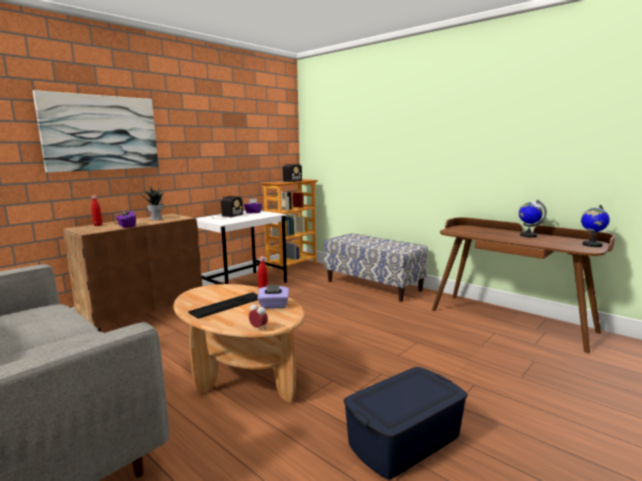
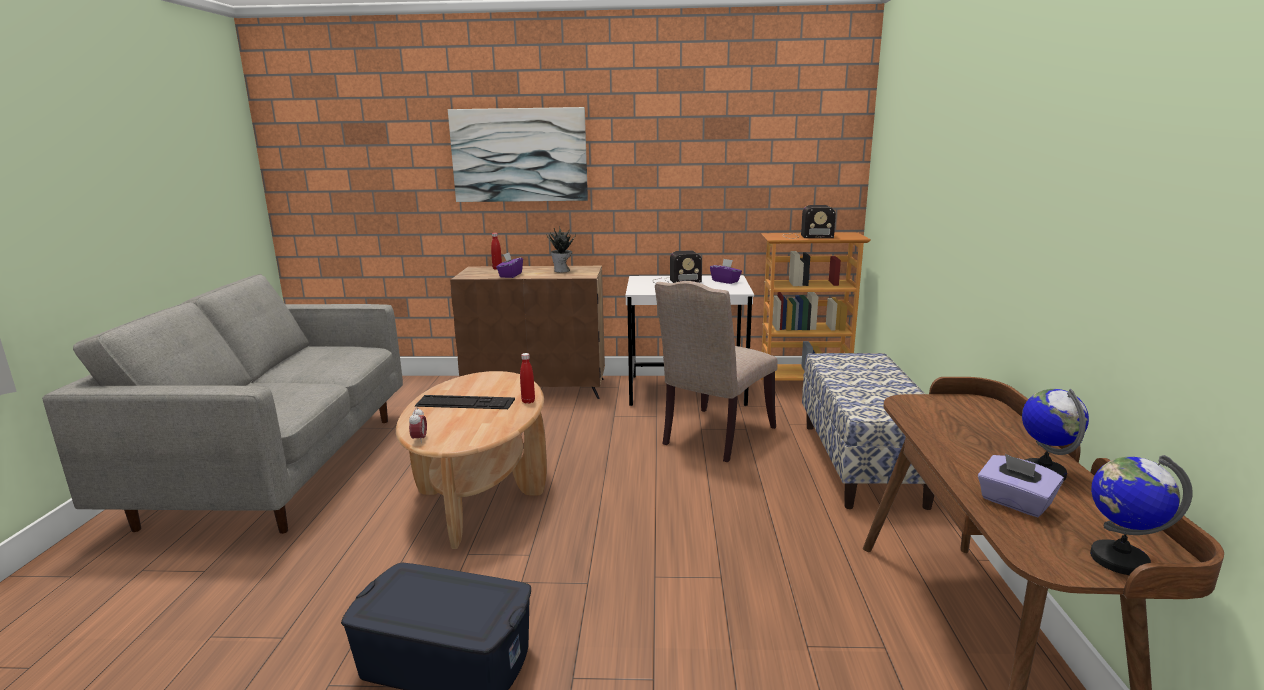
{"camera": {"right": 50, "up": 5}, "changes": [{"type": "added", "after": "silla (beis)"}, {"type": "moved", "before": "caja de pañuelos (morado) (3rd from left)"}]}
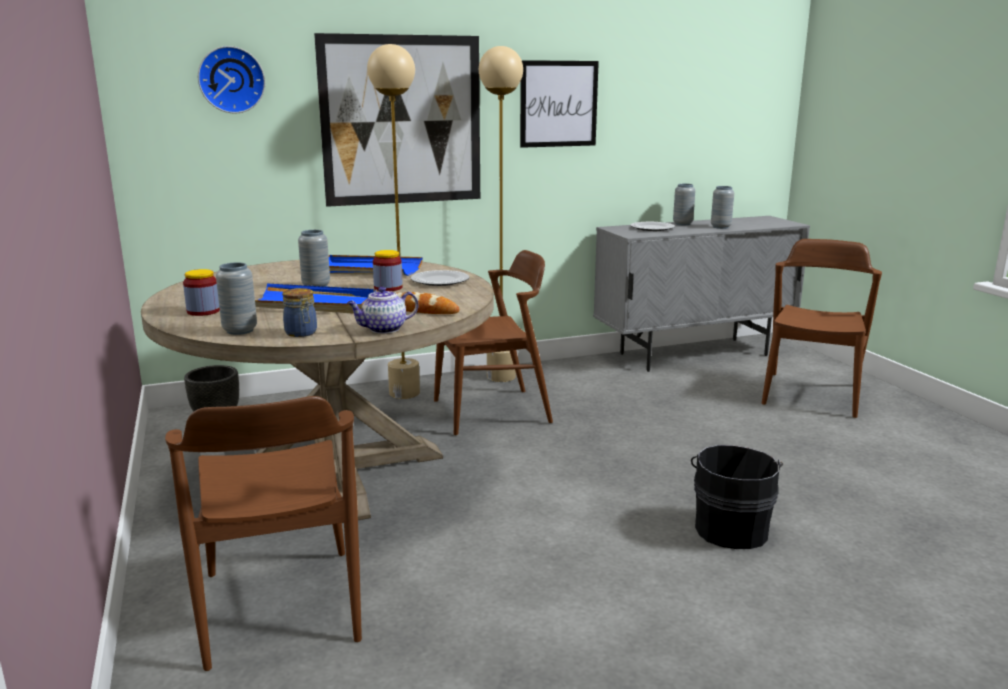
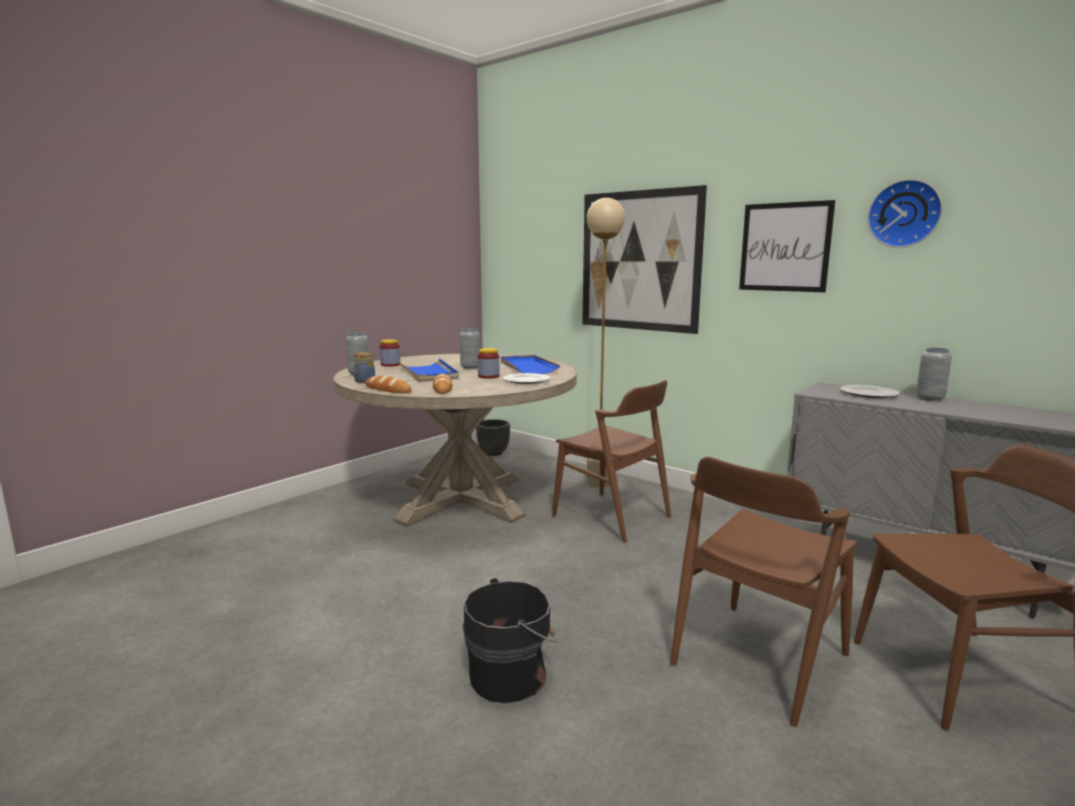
{"camera": {"right": 60, "up": -5}, "changes": [{"type": "removed", "before": "lámpara de pie (beis) (2nd from left)"}, {"type": "removed", "before": "florero (gris) (4th from left)"}, {"type": "moved", "before": "silla (marrón) (1st from left in the first image)", "after": "silla (marrón) (2nd from left)"}, {"type": "moved", "before": "reloj de pared"}, {"type": "replaced", "before": "tetera", "after": "pan (1st from left)"}]}
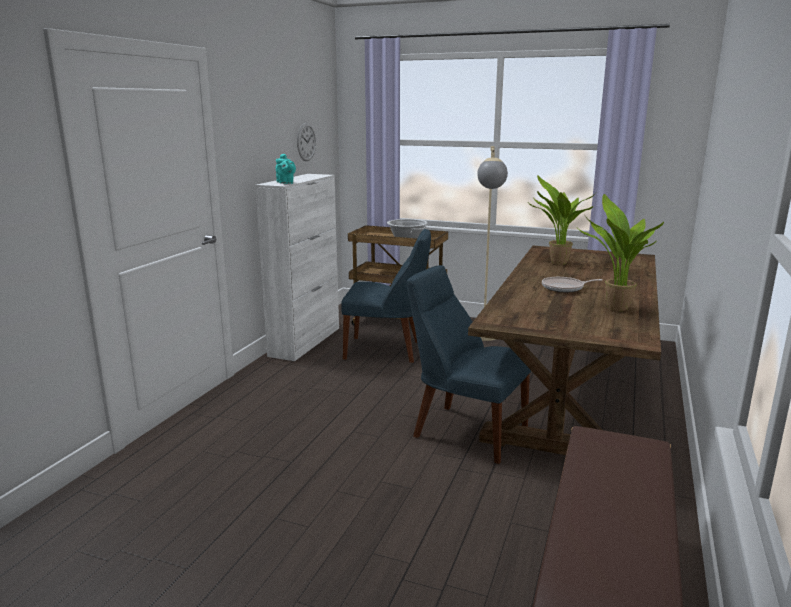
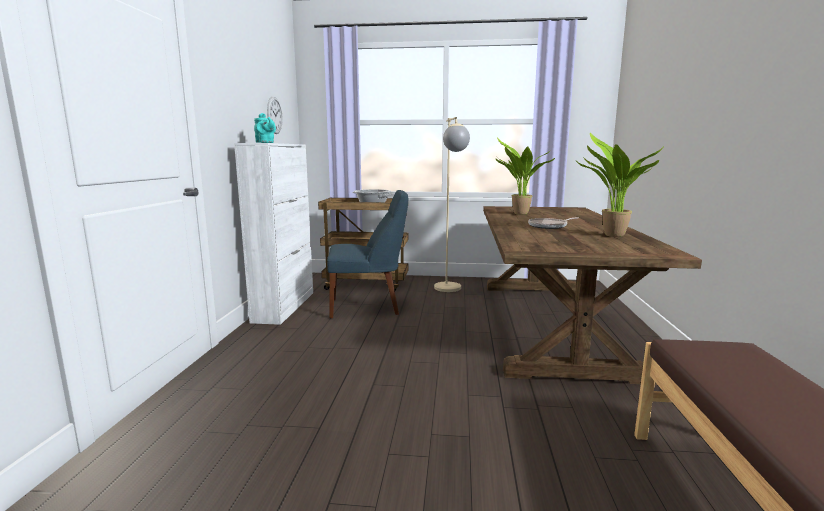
{"camera": {"right": -15, "up": -5}, "changes": [{"type": "removed", "before": "silla (azul) (2nd from left)"}]}
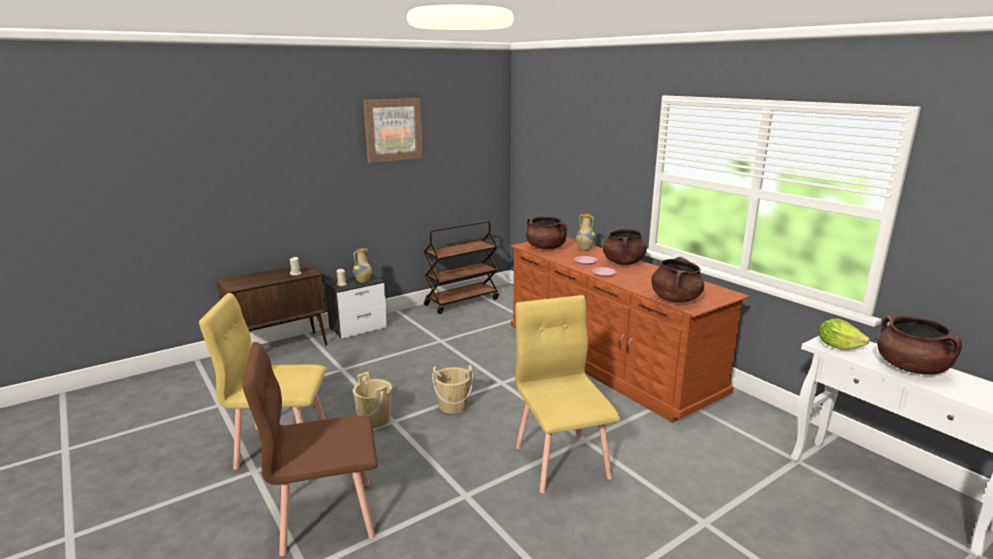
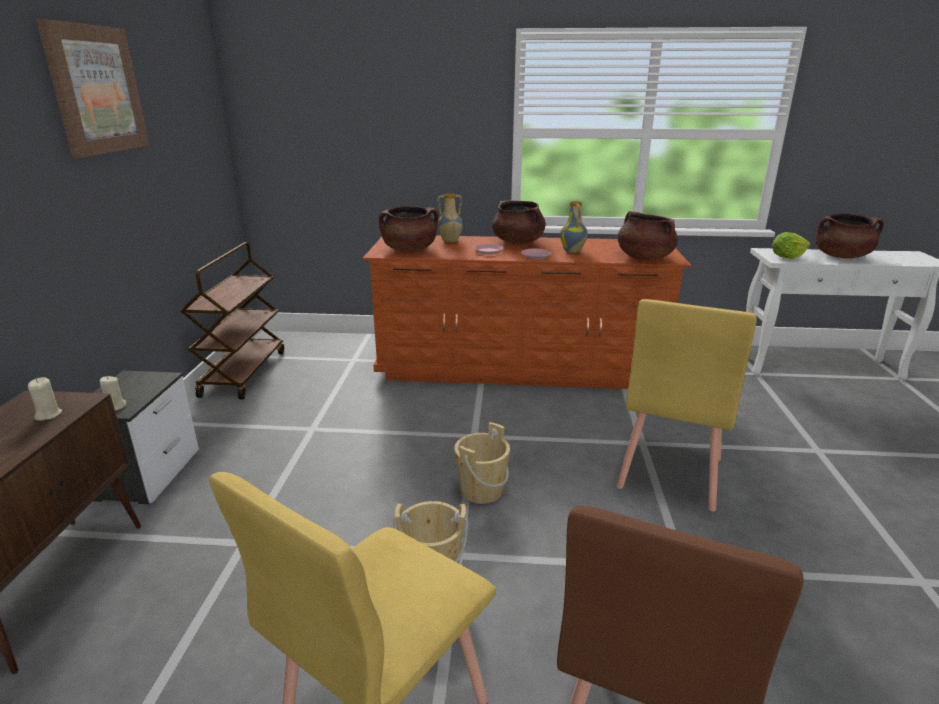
{"camera": {"right": -50, "up": 5}, "changes": [{"type": "moved", "before": "florero (1st from left in the first image)", "after": "florero (2nd from left)"}, {"type": "turned", "before": "silla (amarillo) (2nd from left)", "turn": -90}]}
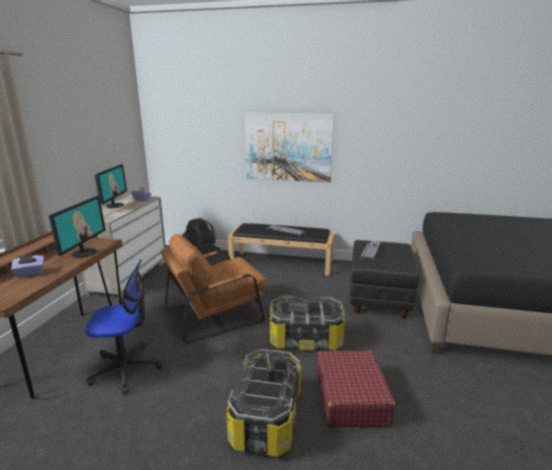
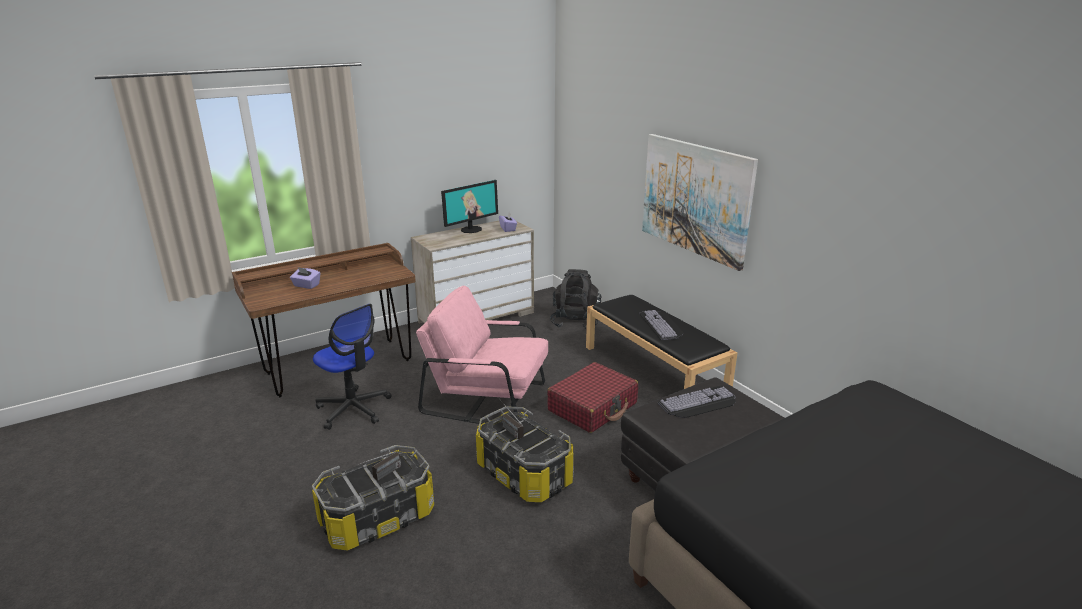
{"camera": {"right": 45, "up": 5}, "changes": [{"type": "removed", "before": "monitor (1st from left)"}, {"type": "moved", "before": "maleta (rojo)"}, {"type": "recoloured", "before": "sillón (marrón)", "after": "sillón (rosa)"}]}
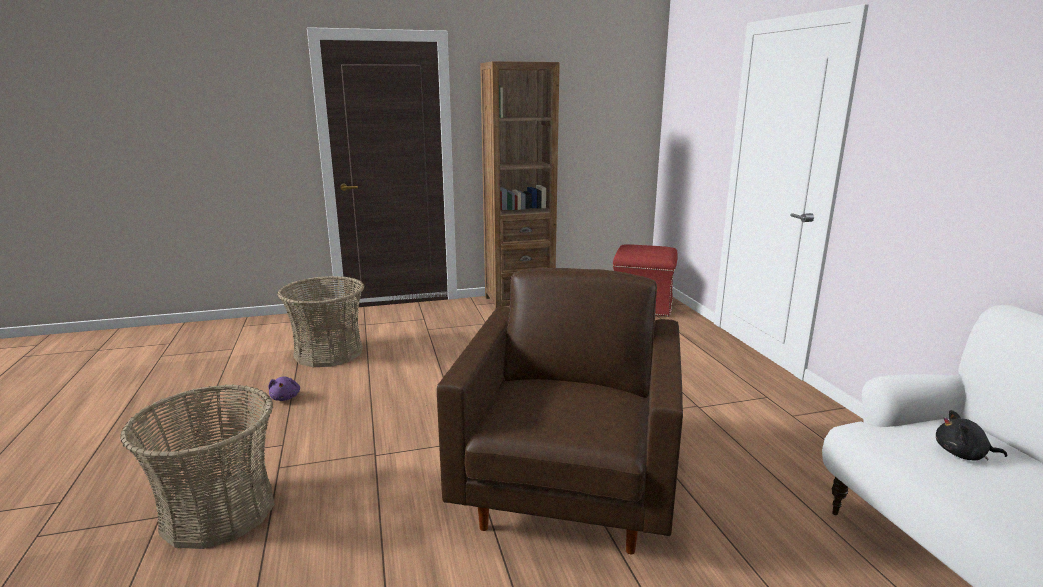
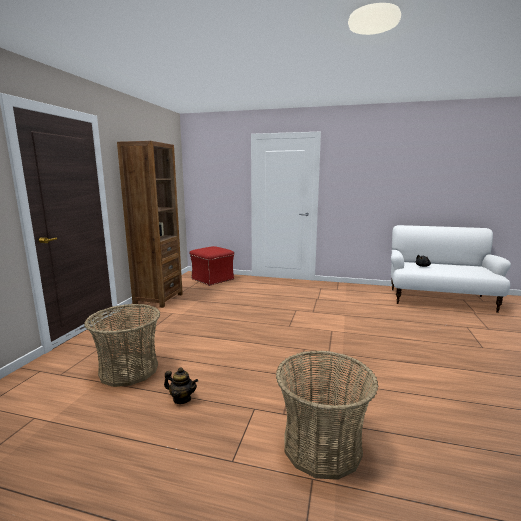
{"camera": {"right": -60, "up": -5}, "changes": [{"type": "removed", "before": "sillón (marrón)"}, {"type": "replaced", "before": "peluche (morado)", "after": "tetera"}]}
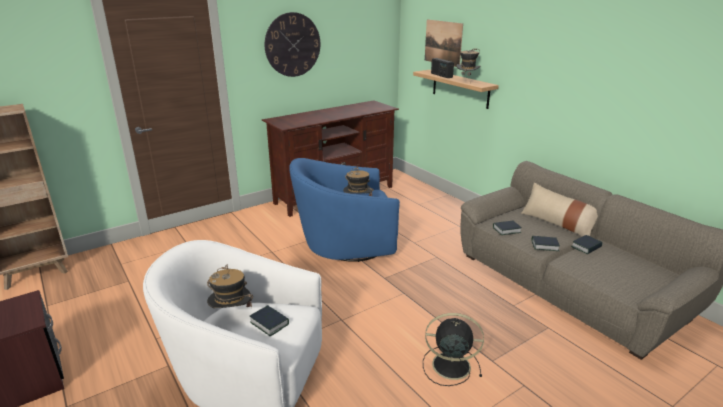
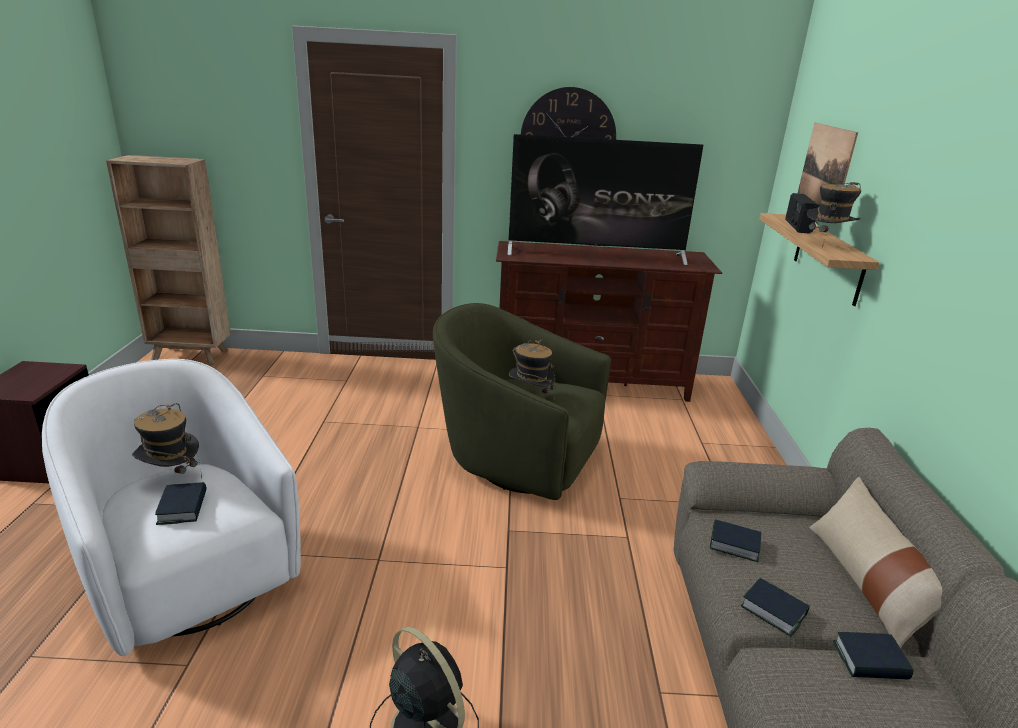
{"camera": {"right": 35, "up": 0}, "changes": [{"type": "added", "after": "televisor"}, {"type": "recoloured", "before": "sillón (azul)", "after": "sillón (verde)"}]}
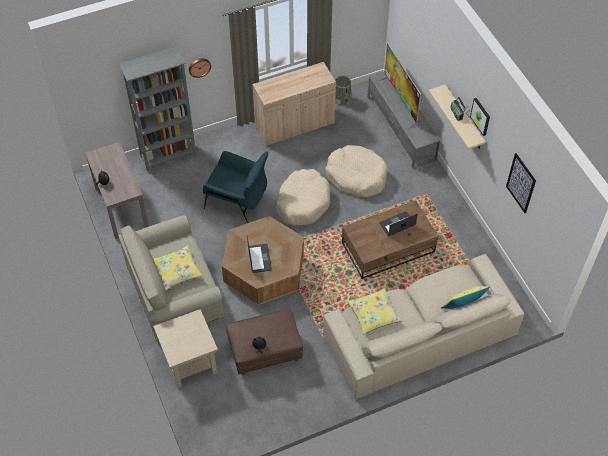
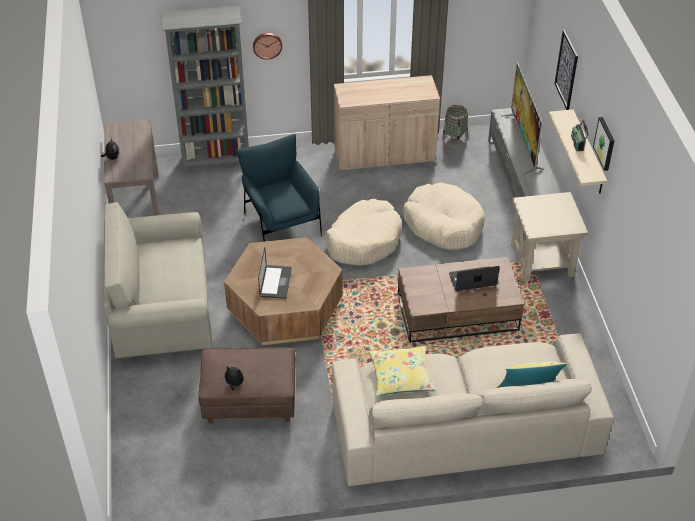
{"camera": {"right": 15, "up": -10}, "changes": [{"type": "removed", "before": "cojín (amarillo) (1st from left)"}, {"type": "moved", "before": "mesa auxiliar (beis)"}, {"type": "moved", "before": "cuadro (2nd from left in the first image)", "after": "cuadro (1st from left)"}, {"type": "turned", "before": "sillón (azul)", "turn": -150}]}
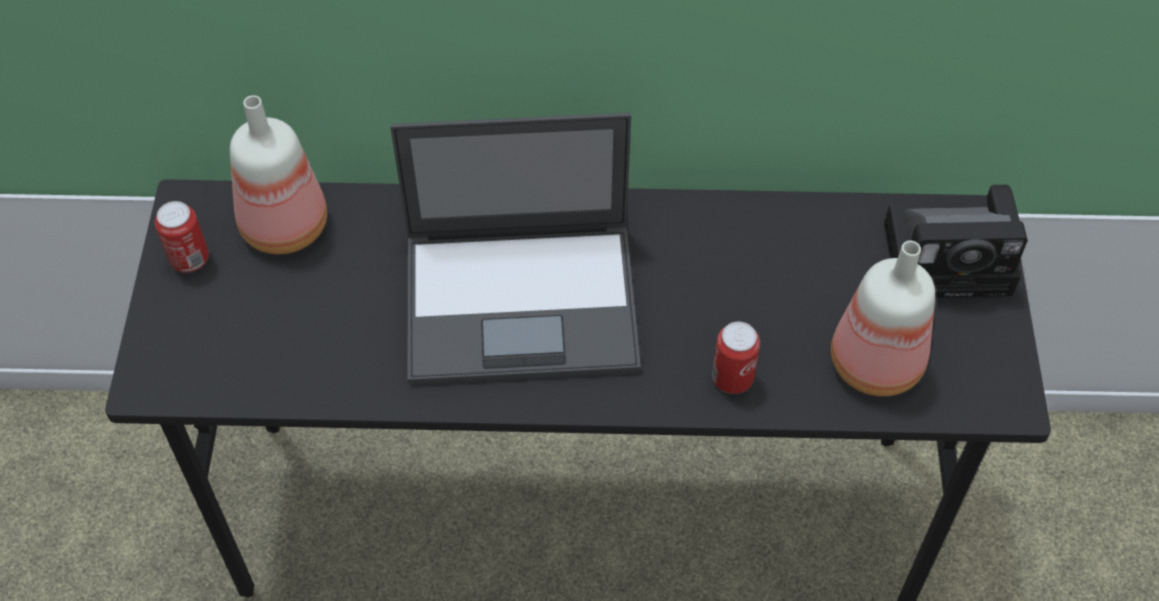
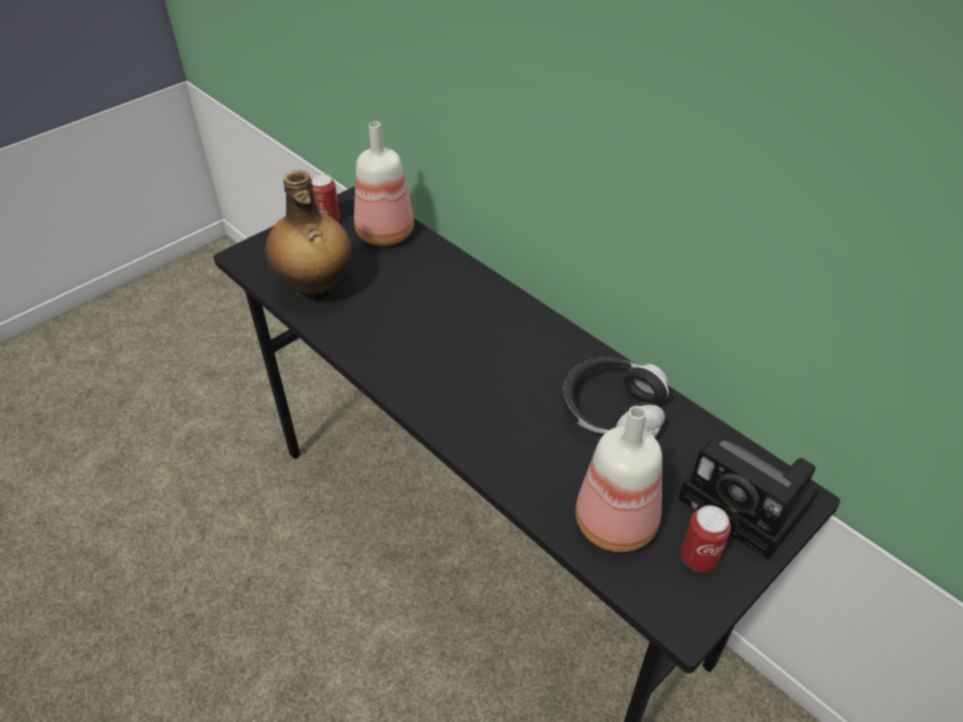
{"camera": {"right": 45, "up": -10}, "changes": [{"type": "removed", "before": "portátil"}, {"type": "added", "after": "botella (1st from left)"}, {"type": "added", "after": "auriculares"}, {"type": "moved", "before": "lata (2nd from left)"}]}
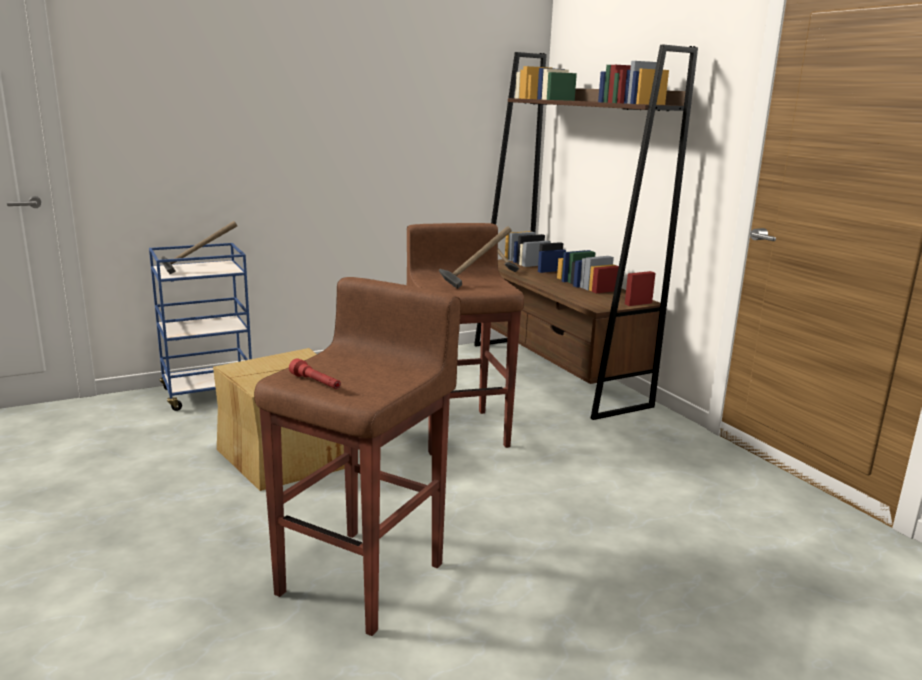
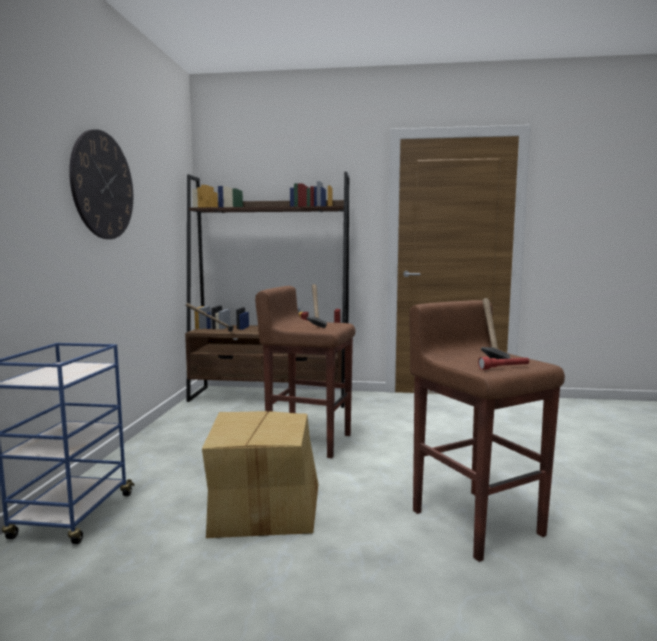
{"camera": {"right": -55, "up": -10}, "changes": [{"type": "added", "after": "reloj de pared"}, {"type": "moved", "before": "martillo (1st from left in the first image)", "after": "martillo (3rd from left)"}]}
